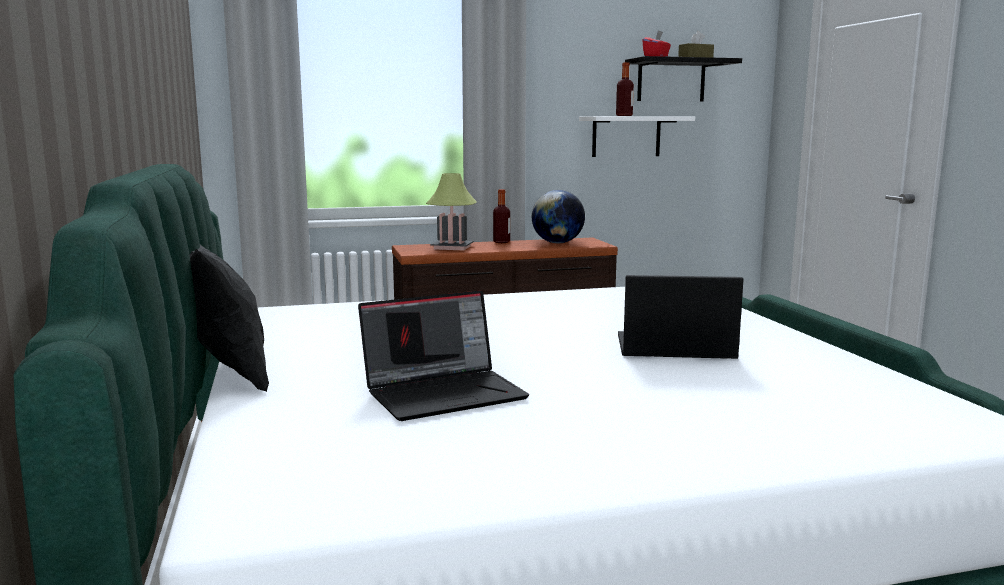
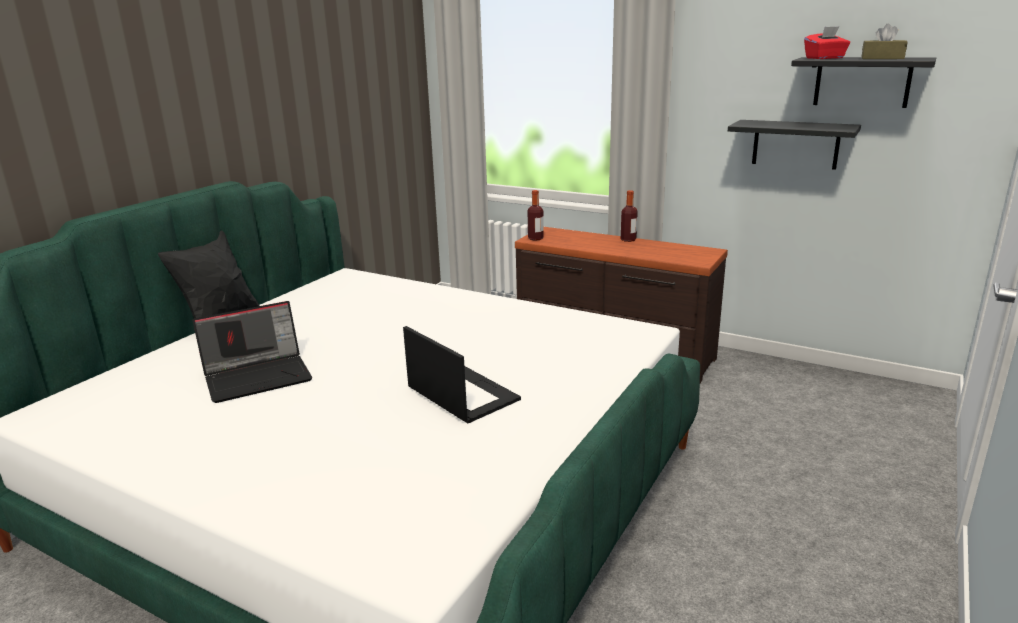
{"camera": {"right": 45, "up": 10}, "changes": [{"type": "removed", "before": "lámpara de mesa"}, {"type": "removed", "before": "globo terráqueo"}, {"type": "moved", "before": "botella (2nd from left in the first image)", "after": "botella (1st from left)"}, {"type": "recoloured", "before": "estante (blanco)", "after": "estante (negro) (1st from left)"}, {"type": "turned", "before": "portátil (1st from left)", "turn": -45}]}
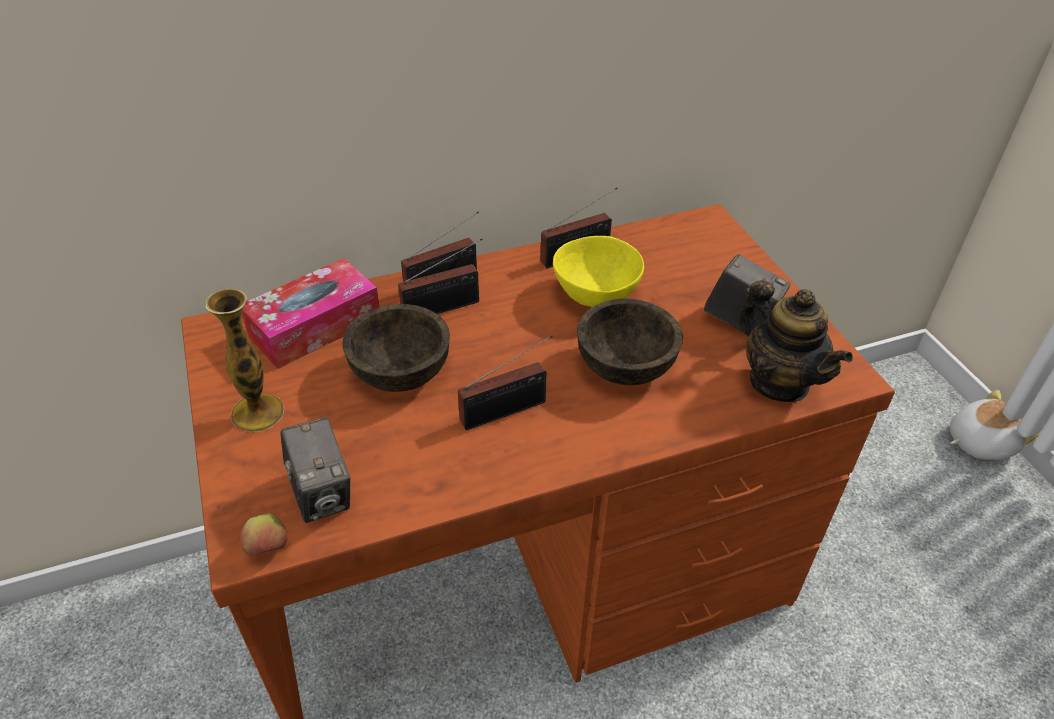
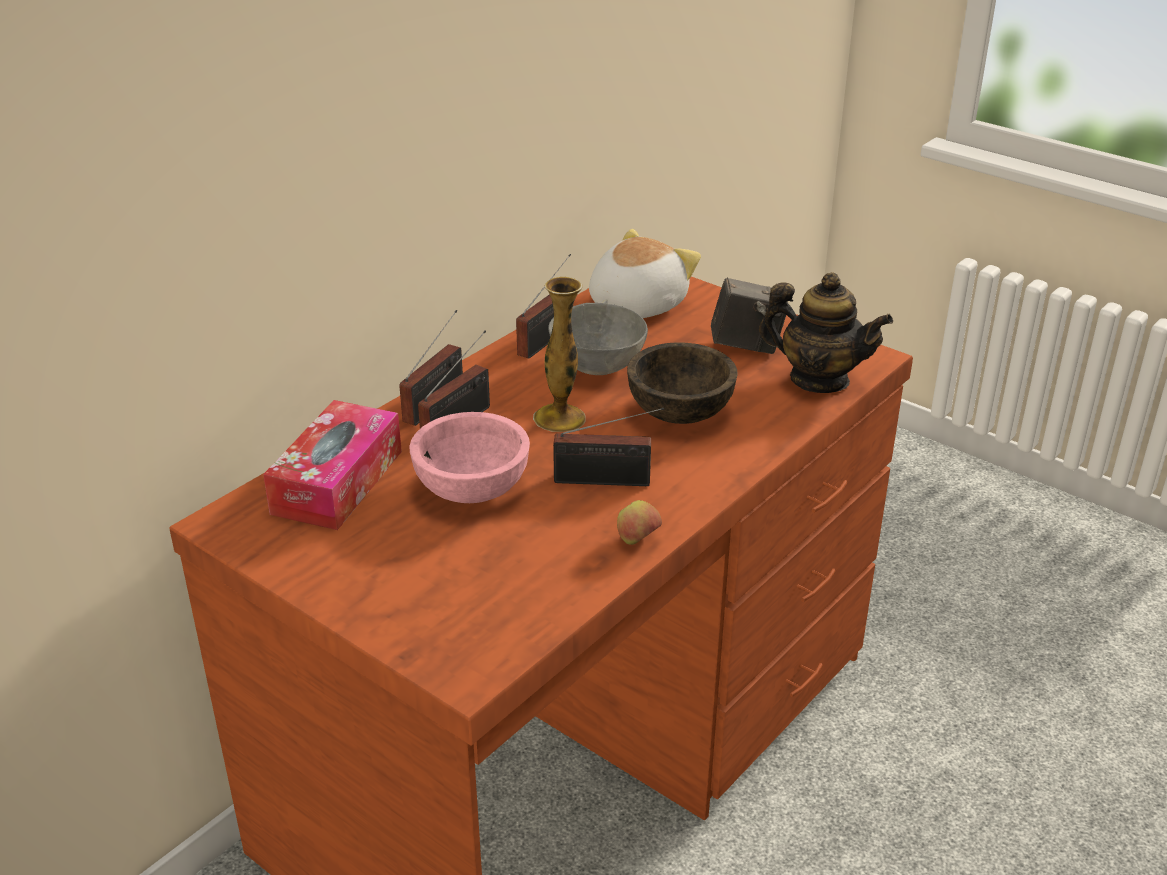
{"camera": {"right": -30, "up": -10}, "changes": [{"type": "removed", "before": "cámara (1st from left)"}, {"type": "moved", "before": "florero"}, {"type": "moved", "before": "manzana"}, {"type": "moved", "before": "peluche"}, {"type": "recoloured", "before": "cuenco (marrón) (1st from left)", "after": "cuenco (rosa)"}, {"type": "recoloured", "before": "cuenco (amarillo)", "after": "cuenco (gris)"}, {"type": "turned", "before": "radio (3rd from left in the first image)", "turn": 60}]}
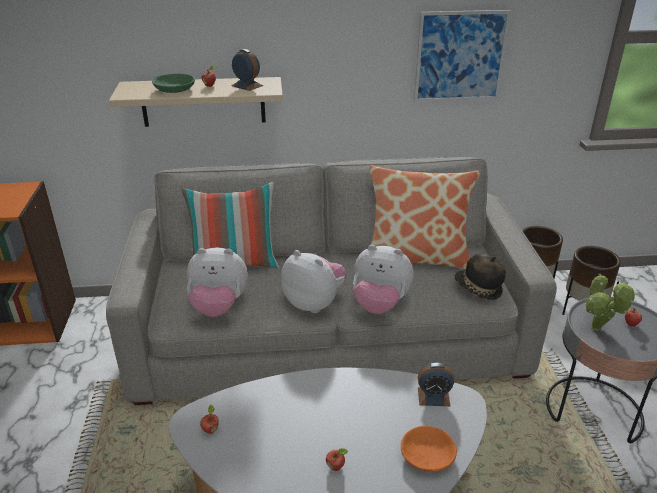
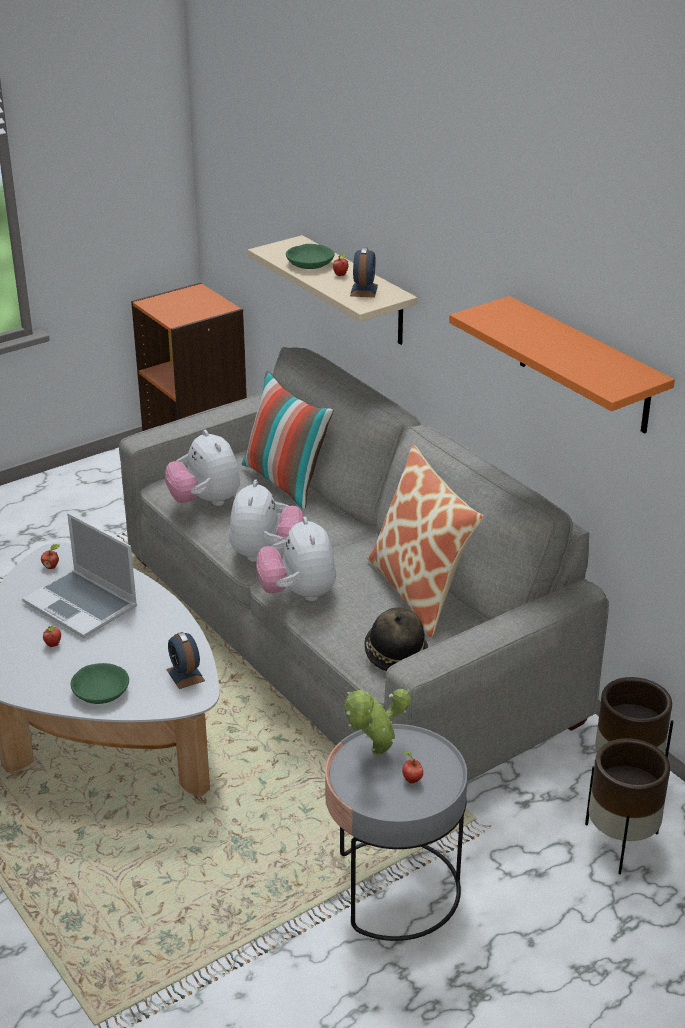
{"camera": {"right": 60, "up": 0}, "changes": [{"type": "added", "after": "portátil"}, {"type": "replaced", "before": "cuadro", "after": "estante (naranja)"}, {"type": "recoloured", "before": "cuenco (naranja)", "after": "cuenco (verde) (1st from left)"}]}
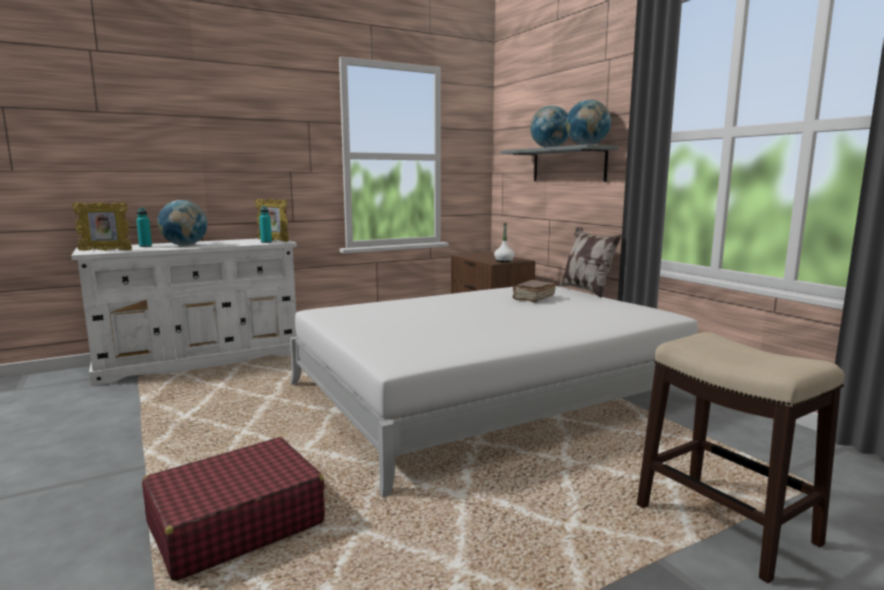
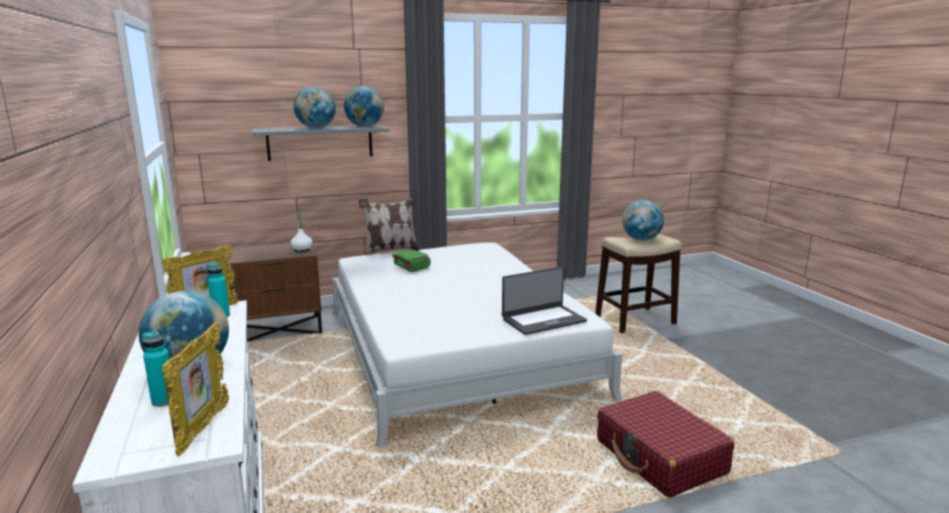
{"camera": {"right": -80, "up": 5}, "changes": [{"type": "added", "after": "portátil"}, {"type": "added", "after": "globo terráqueo (4th from left)"}, {"type": "recoloured", "before": "libro (marrón)", "after": "libro (verde)"}]}
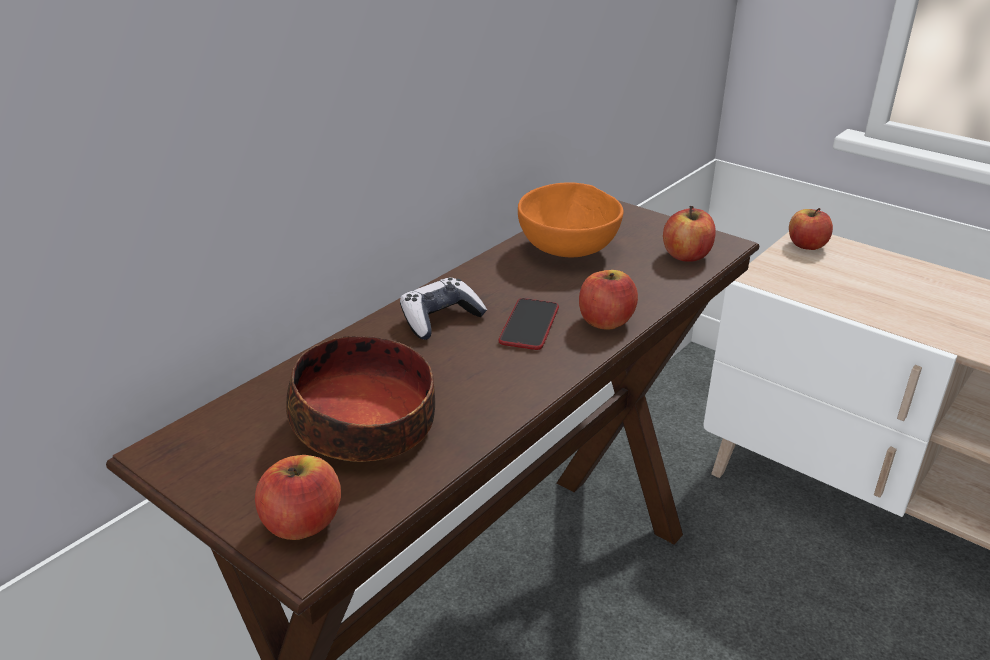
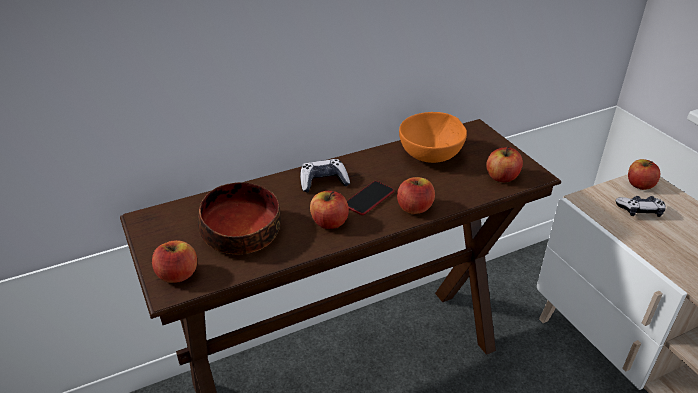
{"camera": {"right": 25, "up": 5}, "changes": [{"type": "added", "after": "manzana (2nd from left)"}, {"type": "added", "after": "mando de consola (2nd from left)"}]}
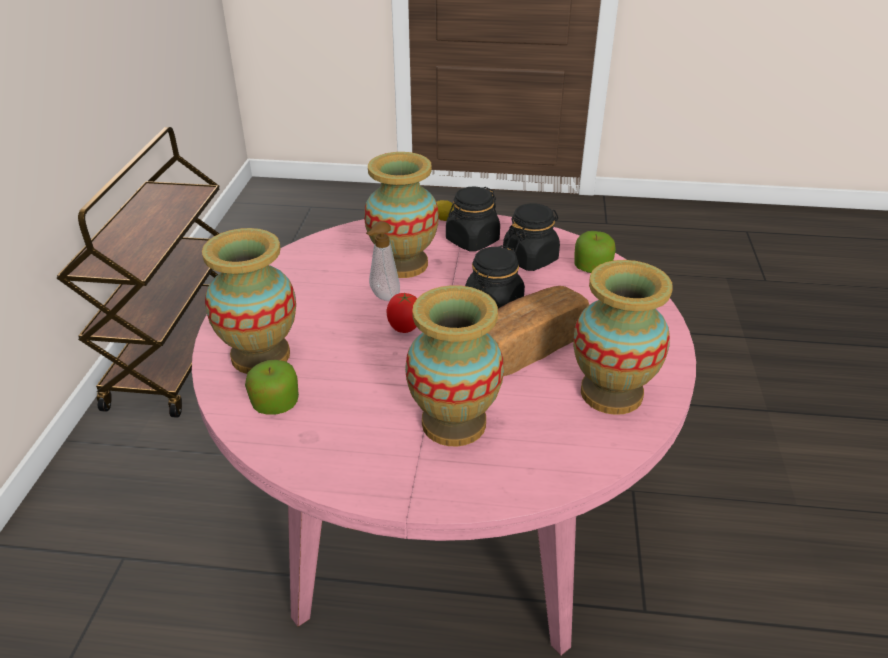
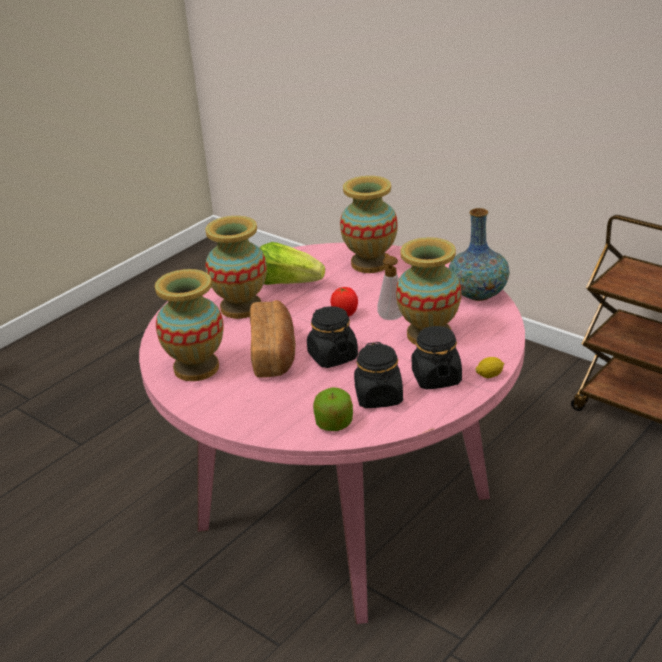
{"camera": {"right": 125, "up": -5}, "changes": [{"type": "removed", "before": "manzana (1st from left)"}, {"type": "added", "after": "lechuga"}, {"type": "added", "after": "florero (5th from left)"}]}
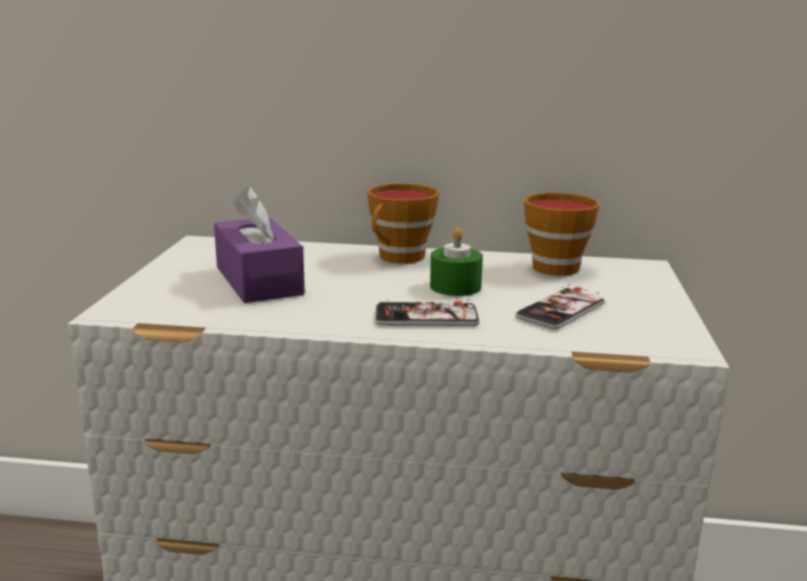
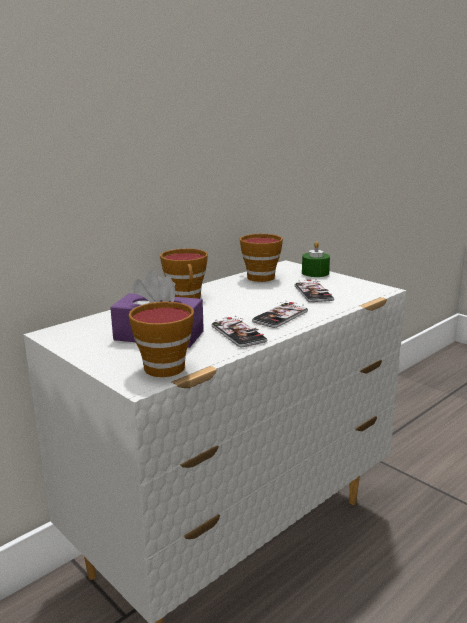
{"camera": {"right": -50, "up": 0}, "changes": [{"type": "added", "after": "taza (1st from left)"}, {"type": "added", "after": "móvil (1st from left)"}, {"type": "moved", "before": "vela (verde)"}]}
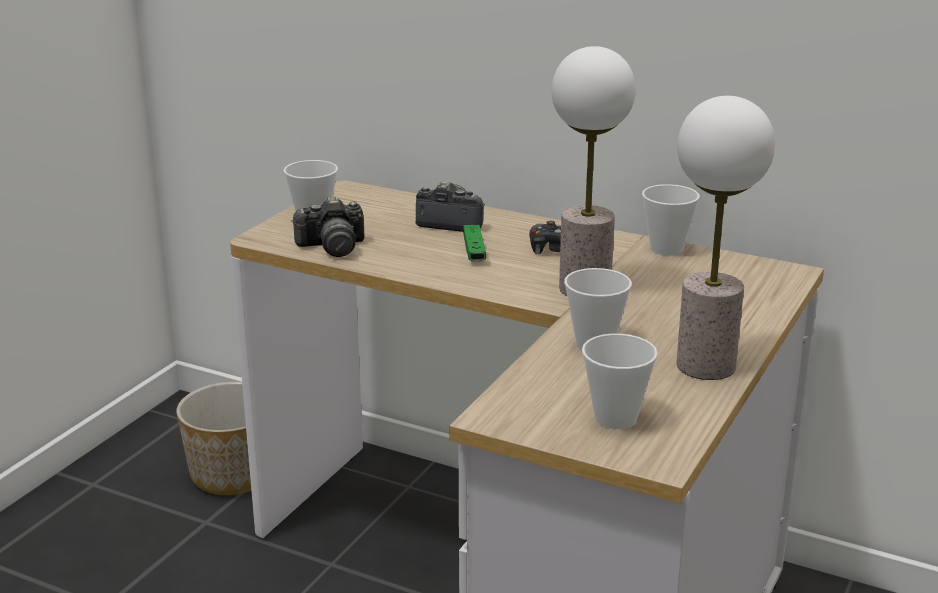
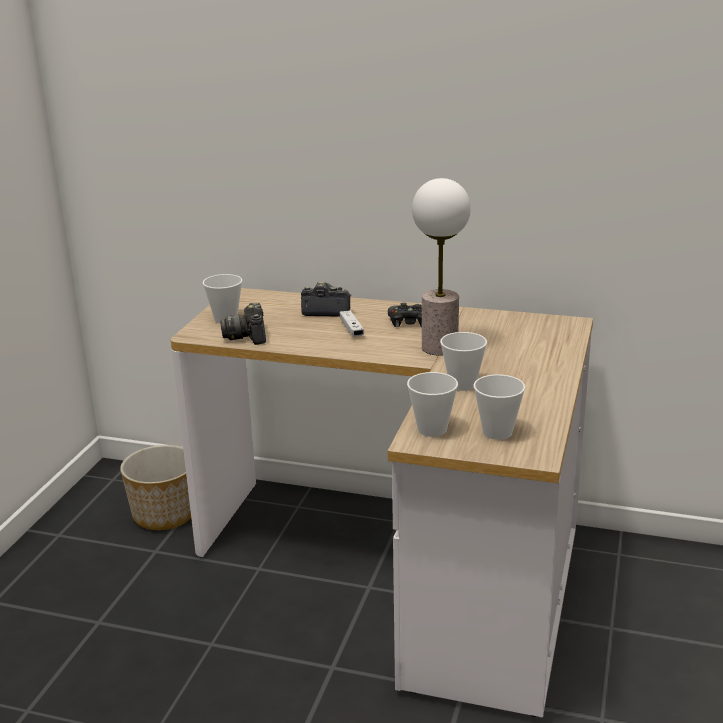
{"camera": {"right": -10, "up": 0}, "changes": [{"type": "removed", "before": "lámpara de mesa (2nd from left)"}, {"type": "moved", "before": "taza (4th from left in the first image)", "after": "taza (2nd from left)"}, {"type": "recoloured", "before": "mando de consola (verde)", "after": "mando de consola (blanco)"}, {"type": "turned", "before": "cámara (1st from left)", "turn": 105}]}
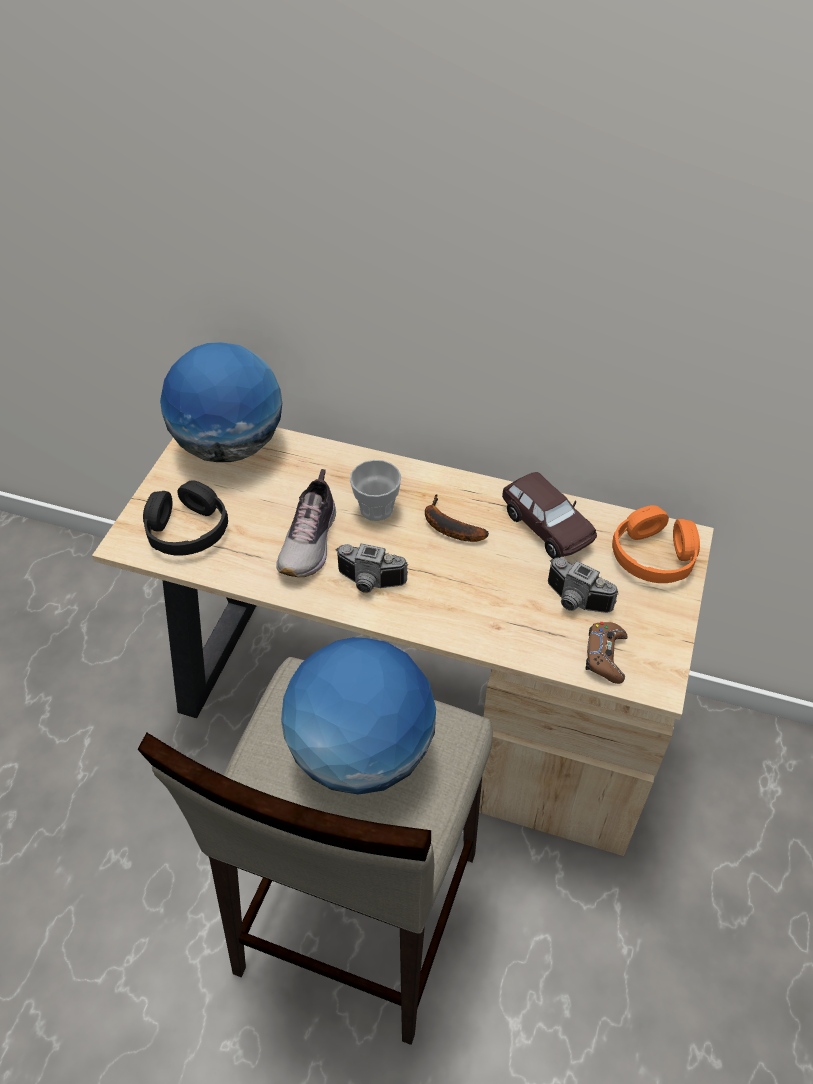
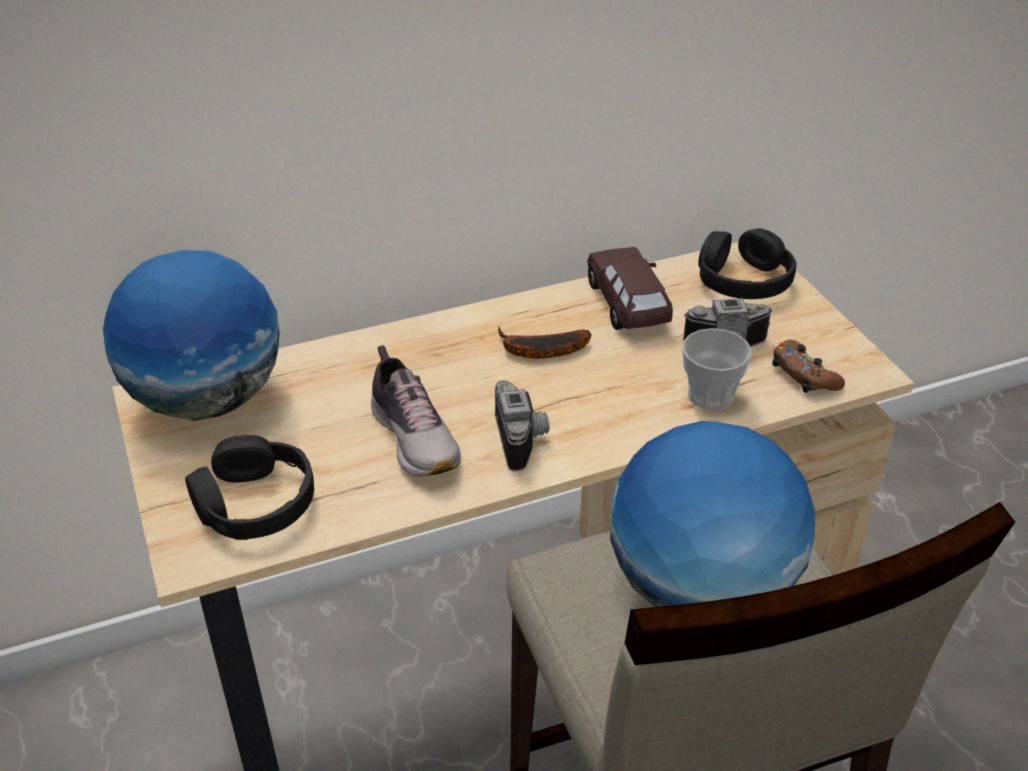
{"camera": {"right": -40, "up": -10}, "changes": [{"type": "moved", "before": "taza"}, {"type": "recoloured", "before": "auriculares (naranja)", "after": "auriculares (negro) (2nd from left)"}, {"type": "turned", "before": "cámara (1st from left)", "turn": -75}, {"type": "turned", "before": "coche de juguete (marrón)", "turn": -120}]}
